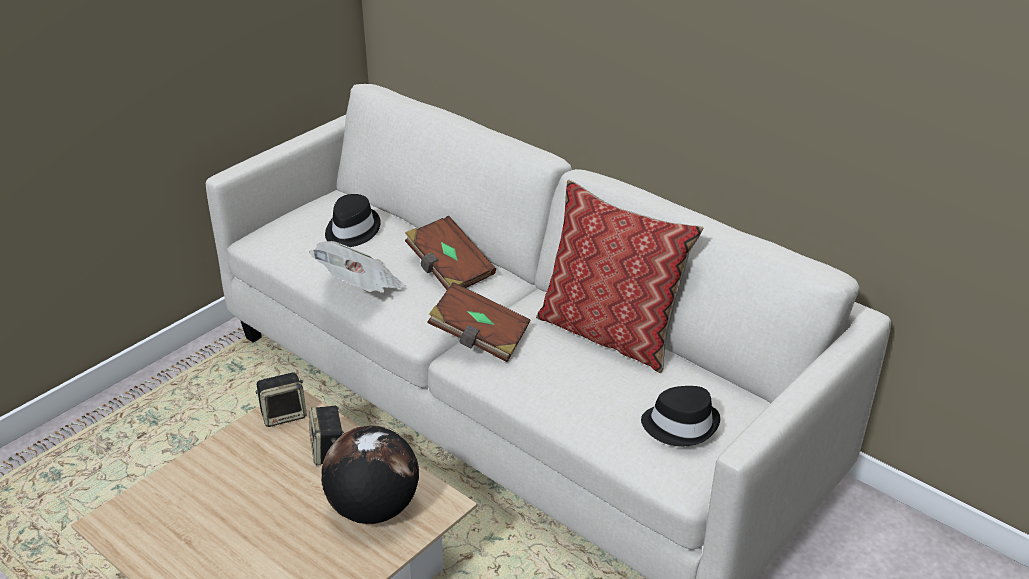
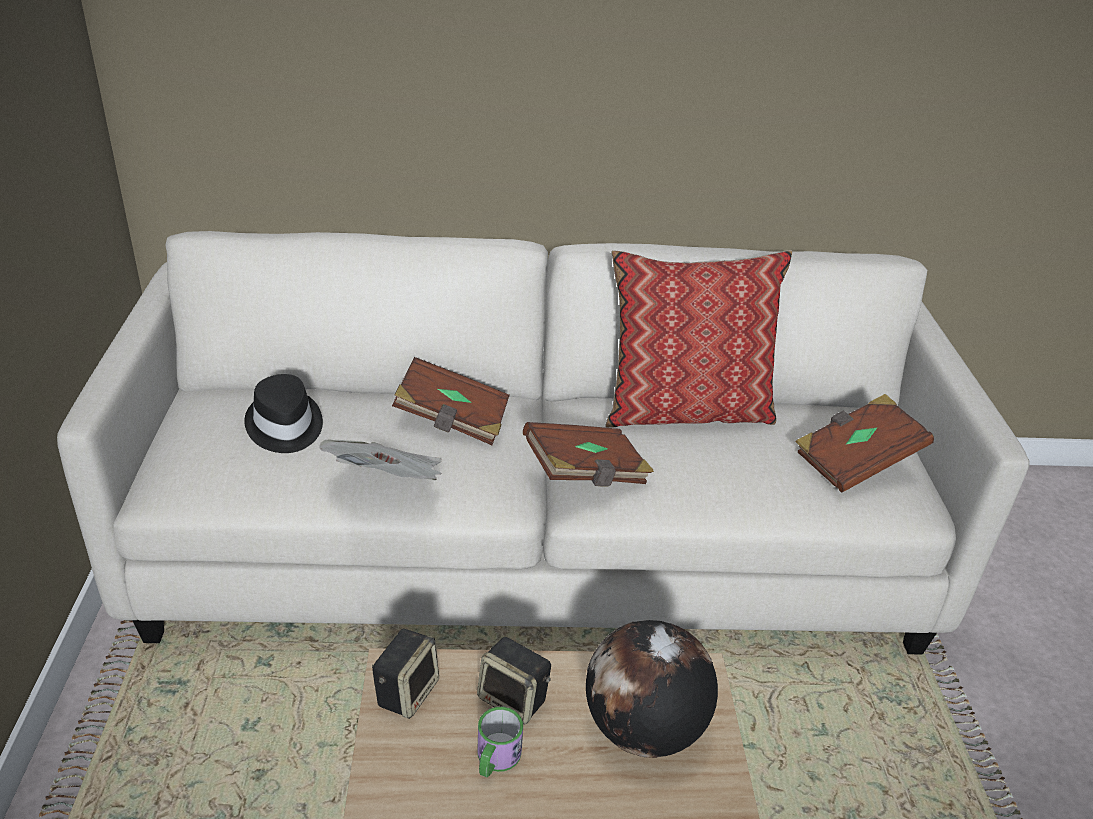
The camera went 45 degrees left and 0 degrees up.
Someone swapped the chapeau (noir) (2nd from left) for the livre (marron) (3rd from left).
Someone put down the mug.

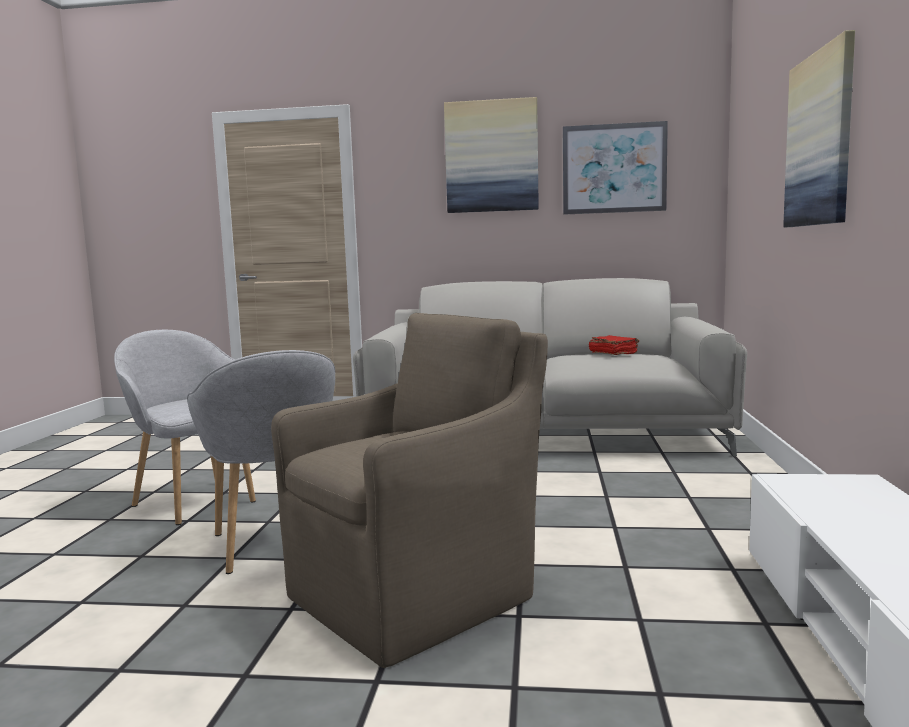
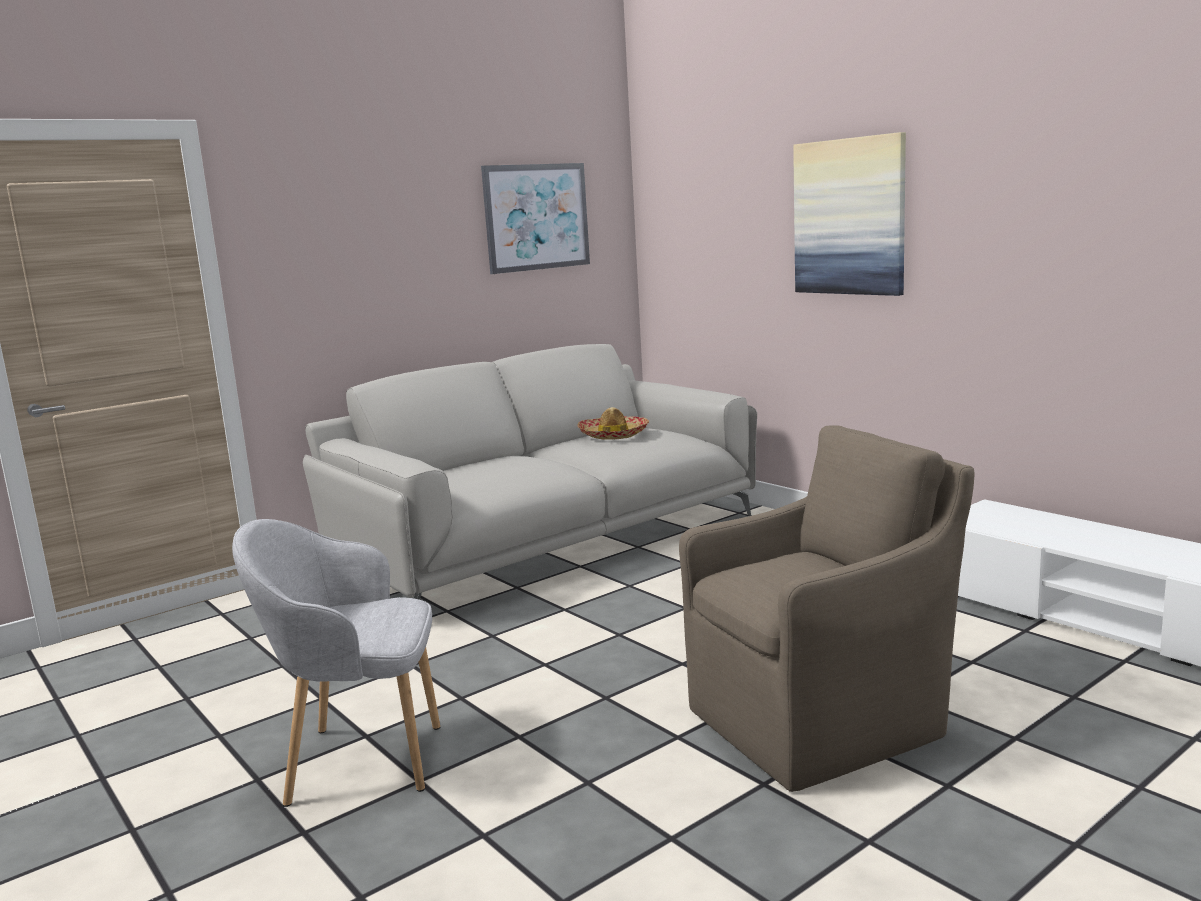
The camera went 45 degrees left and 5 degrees up.
Someone took away the fauteuil (gris) (2nd from left).
Someone rotated the fauteuil (marron) by 60 degrees clockwise.
Someone took away the tableau (1st from left).
Someone swapped the livre (rouge) for the chapeau.

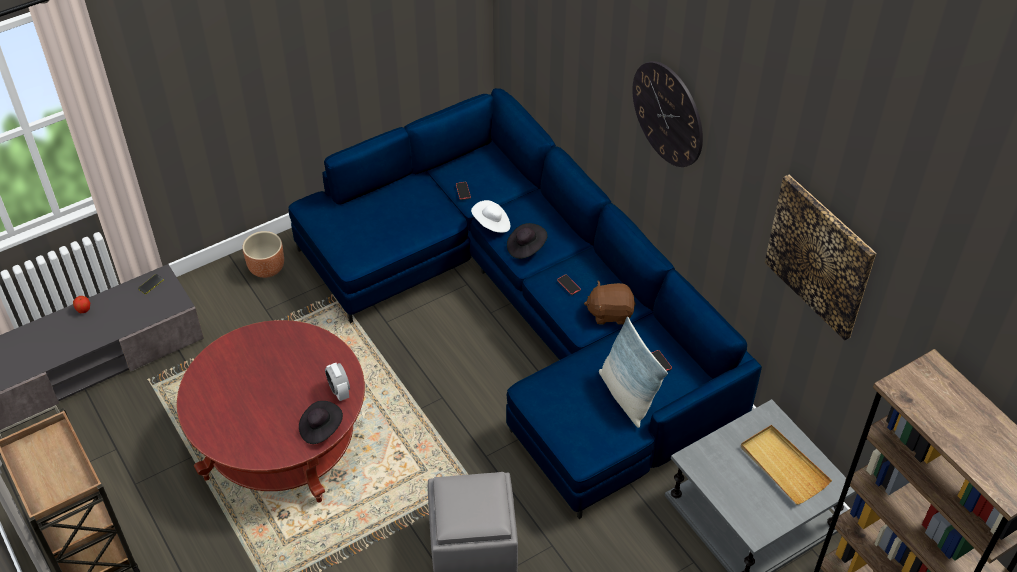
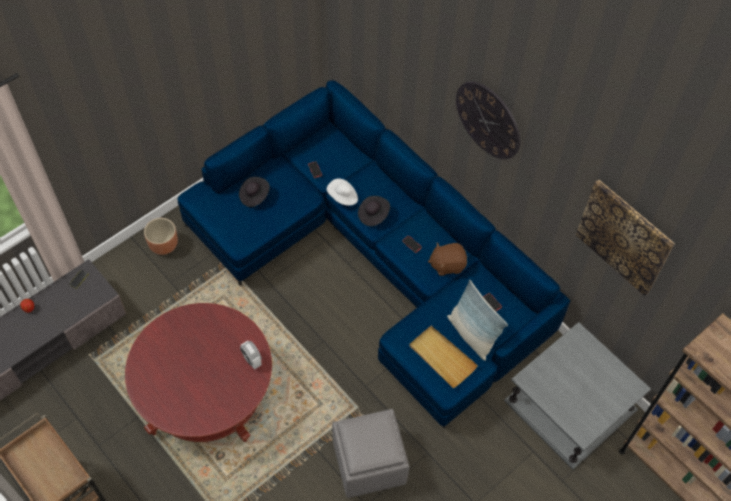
The camera went 10 degrees left and 10 degrees up.
Someone carried the chapeau (noir) (1st from left).
Someone carried the plateau (beige).

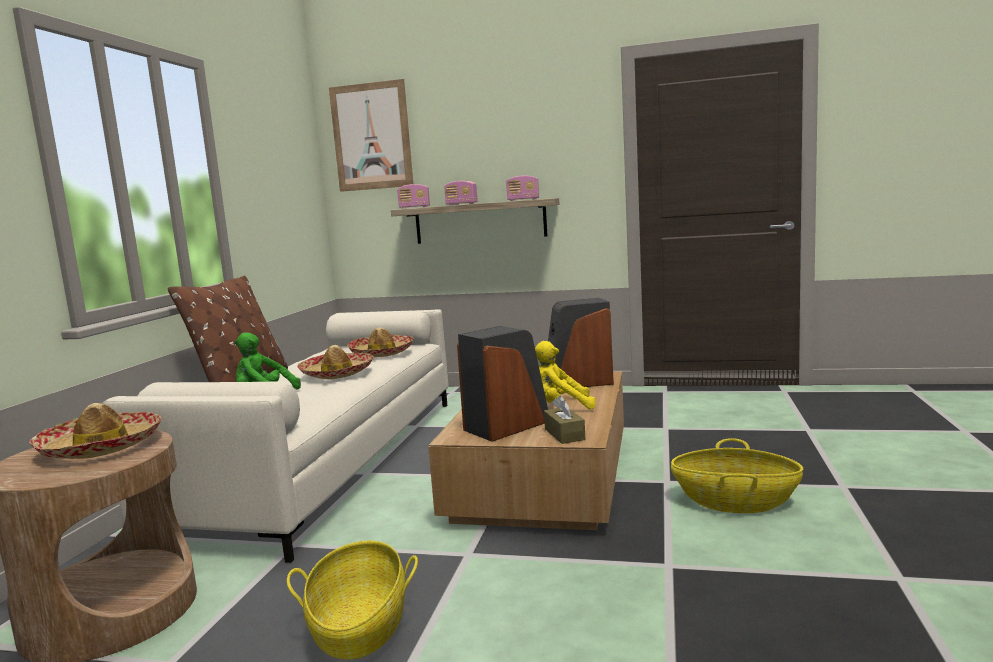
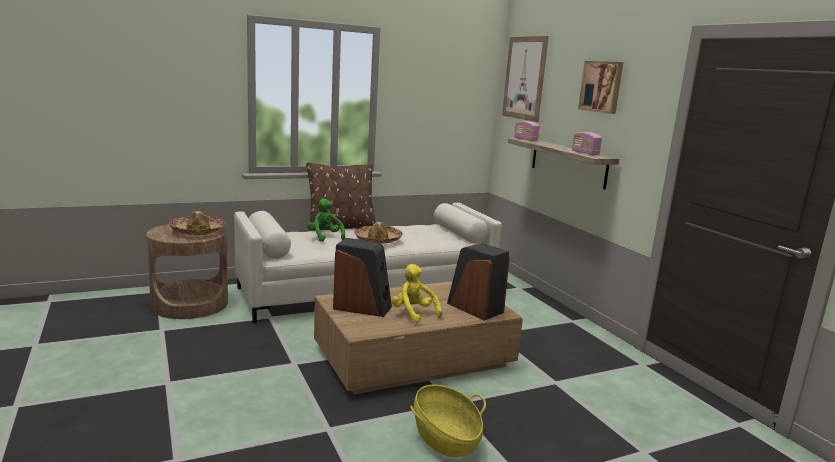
The camera went 50 degrees right and 5 degrees up.
Someone took away the panier (1st from left).
Someone took away the chapeau (3rd from left).
Someone took away the radio (2nd from left).
Someone took away the boîte à mouchoirs (marron).
Someone put up the tableau (2nd from left).

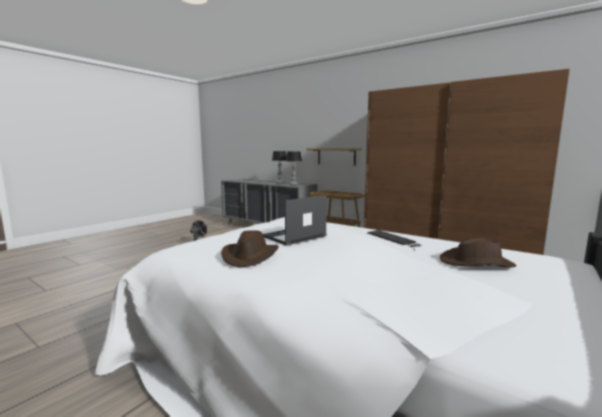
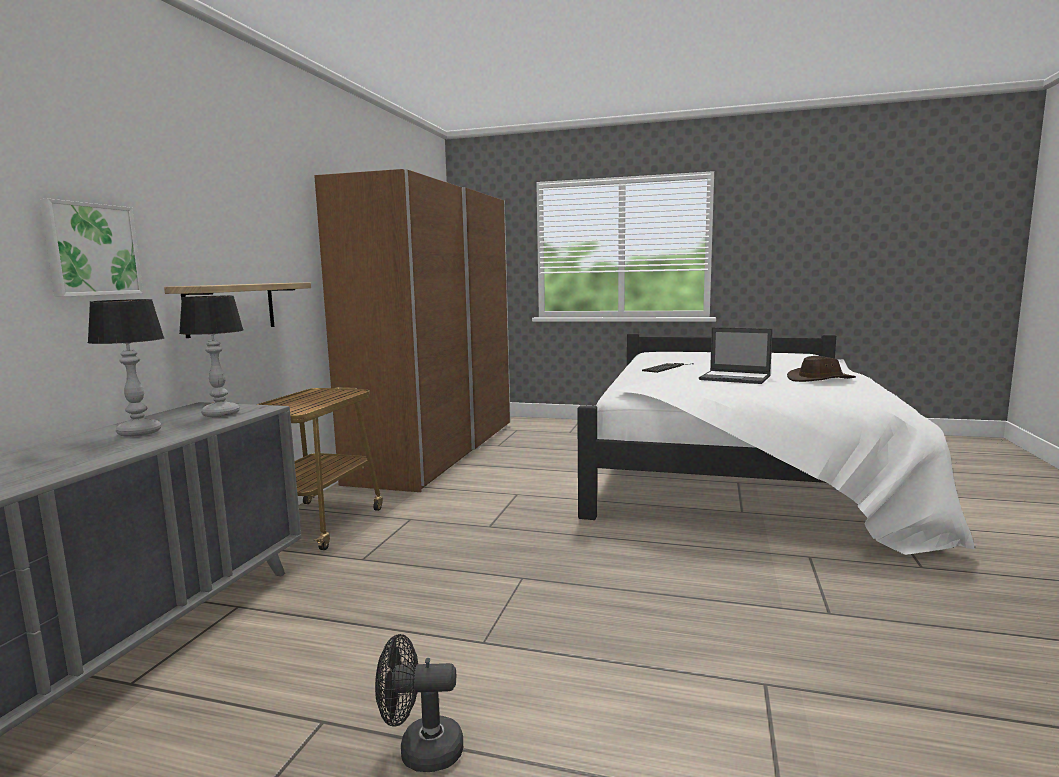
The camera went 110 degrees left and 0 degrees up.
Someone took away the chapeau (marron) (2nd from left).
Someone put up the tableau.

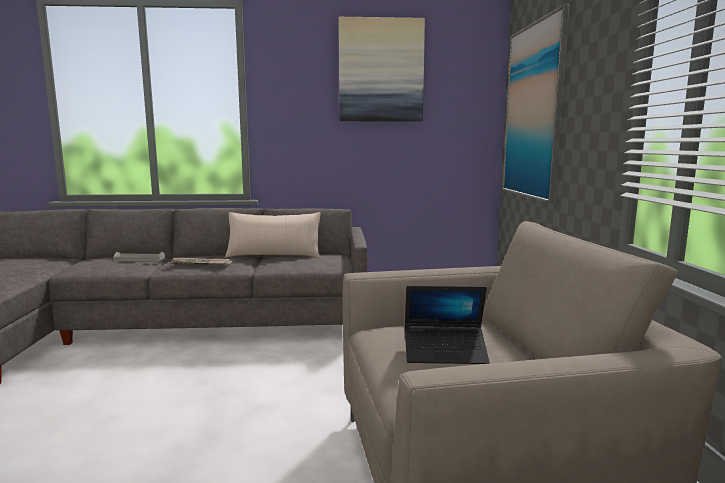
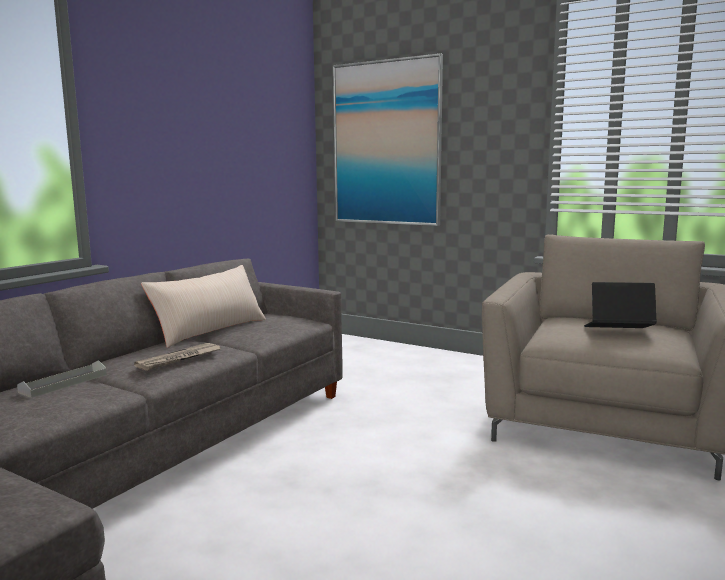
The camera went 55 degrees left and 0 degrees up.
Someone took away the tableau (1st from left).
Someone rotated the ordinateur portable by 120 degrees counterclockwise.

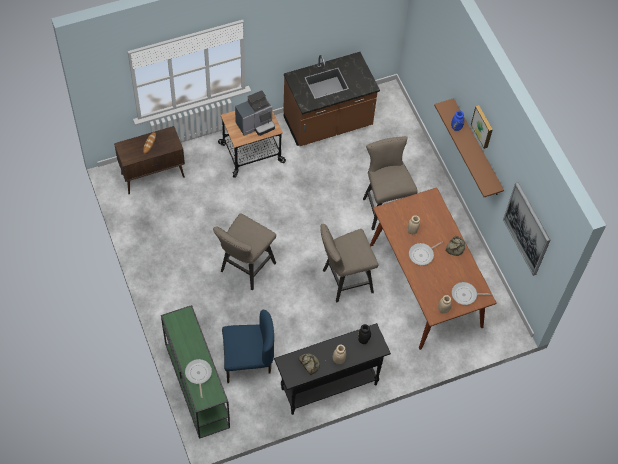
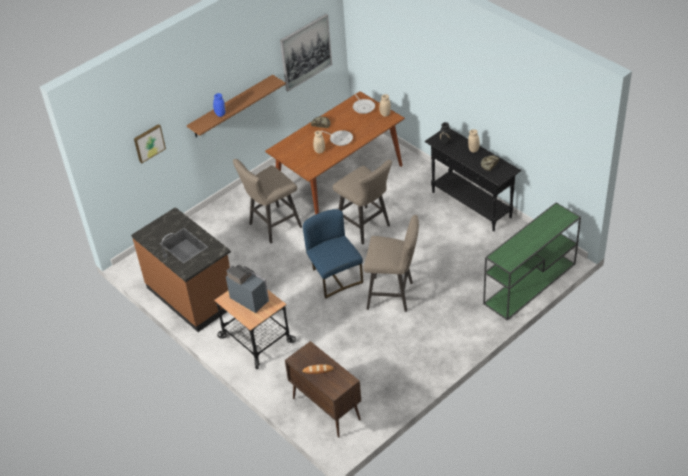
The camera went 105 degrees left and 15 degrees down.
Someone took away the poêle (1st from left).
Someone carried the chaise (bleu).
Someone carried the tableau (1st from left).

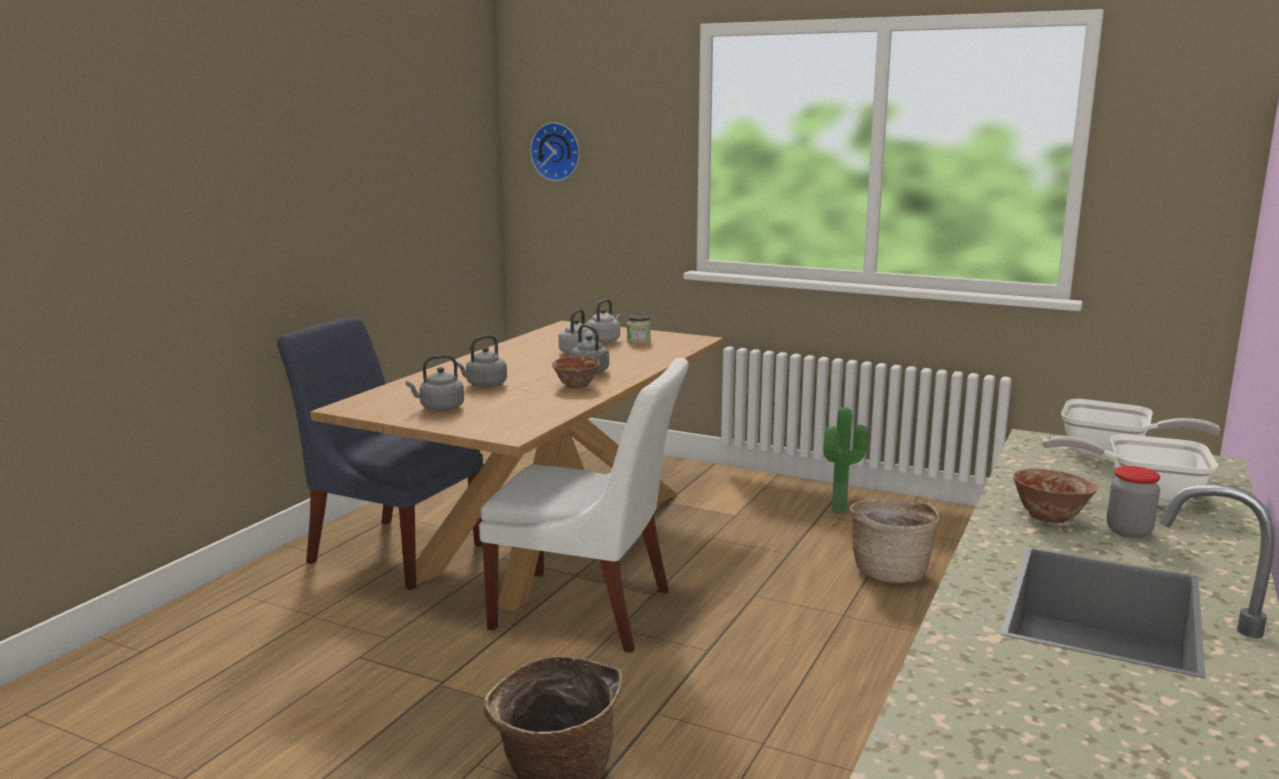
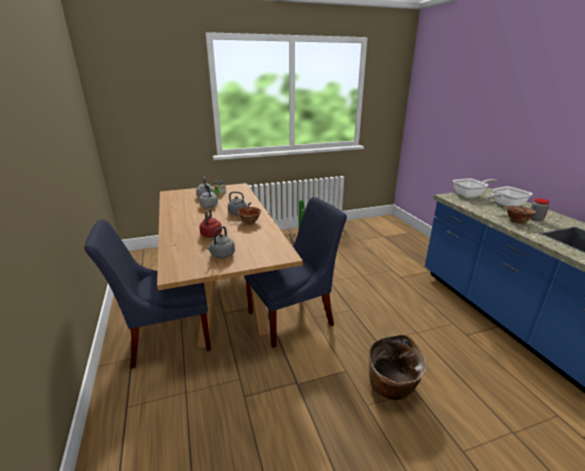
The camera went 45 degrees left and 10 degrees up.
Someone repainted the bouilloire (gris) (2nd from left), which became the bouilloire (rouge).
Someone repainted the chaise (blanc), which became the chaise (bleu) (2nd from left).
Someone took away the horloge murale.
Someone took away the panier (2nd from left).

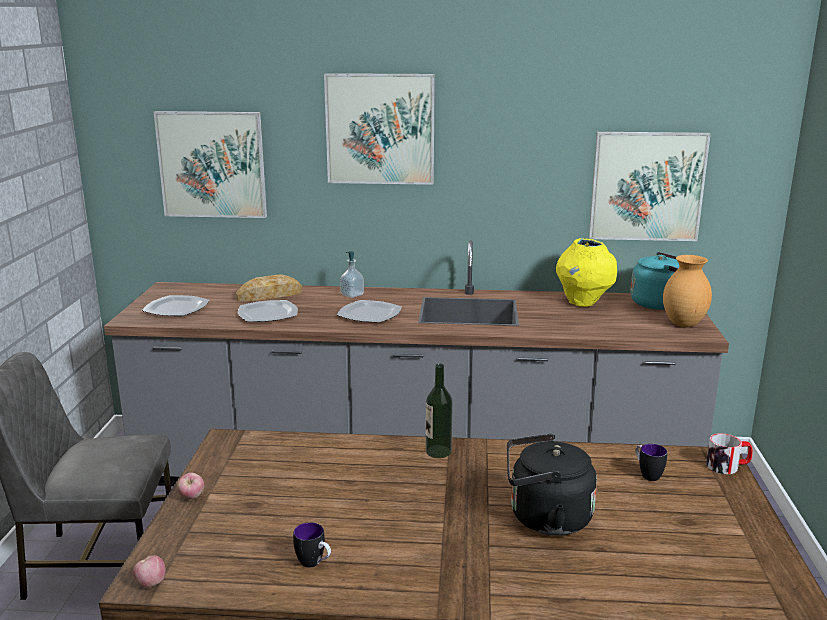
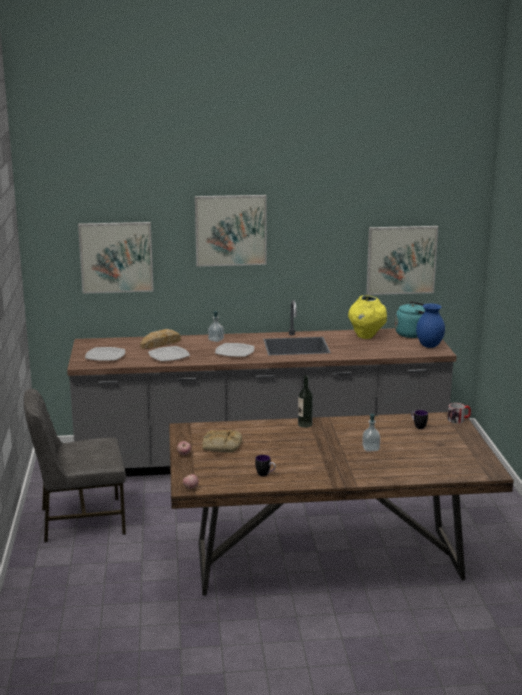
The camera went 10 degrees left and 0 degrees up.
Someone swapped the bouilloire (noir) for the distributeur de savon (2nd from left).
Someone repainted the vase (marron), which became the vase (bleu).
Someone put down the pain (2nd from left).

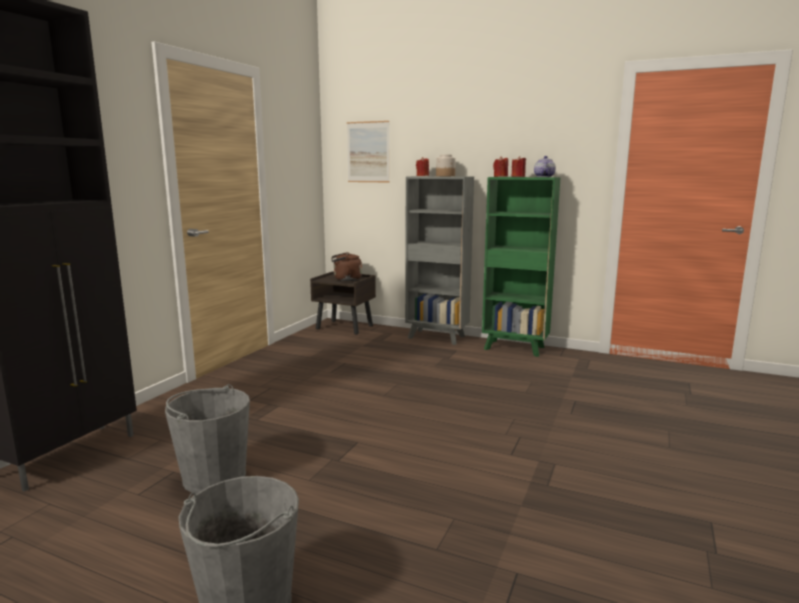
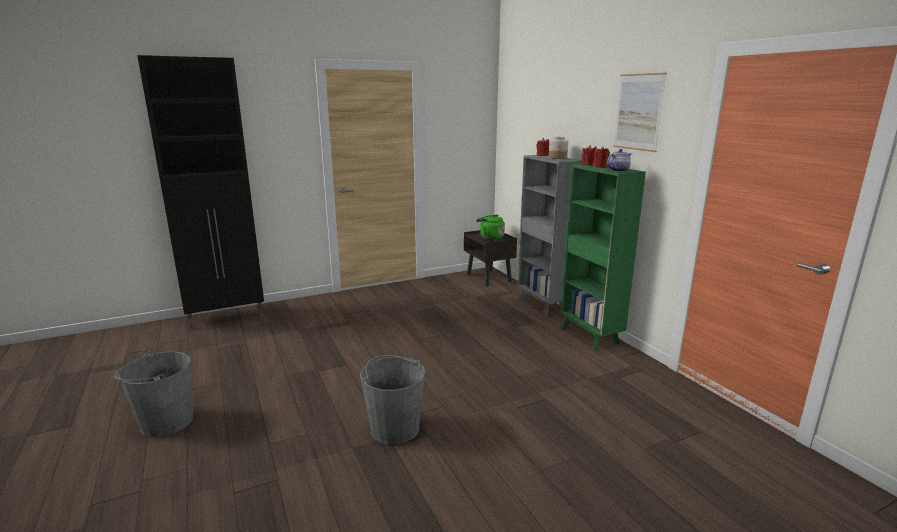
The camera went 40 degrees right and 5 degrees up.
Someone carried the seau (gris) (1st from left in the first image).
Someone repainted the bouilloire (marron), which became the bouilloire (vert).
Someone carried the tableau.

